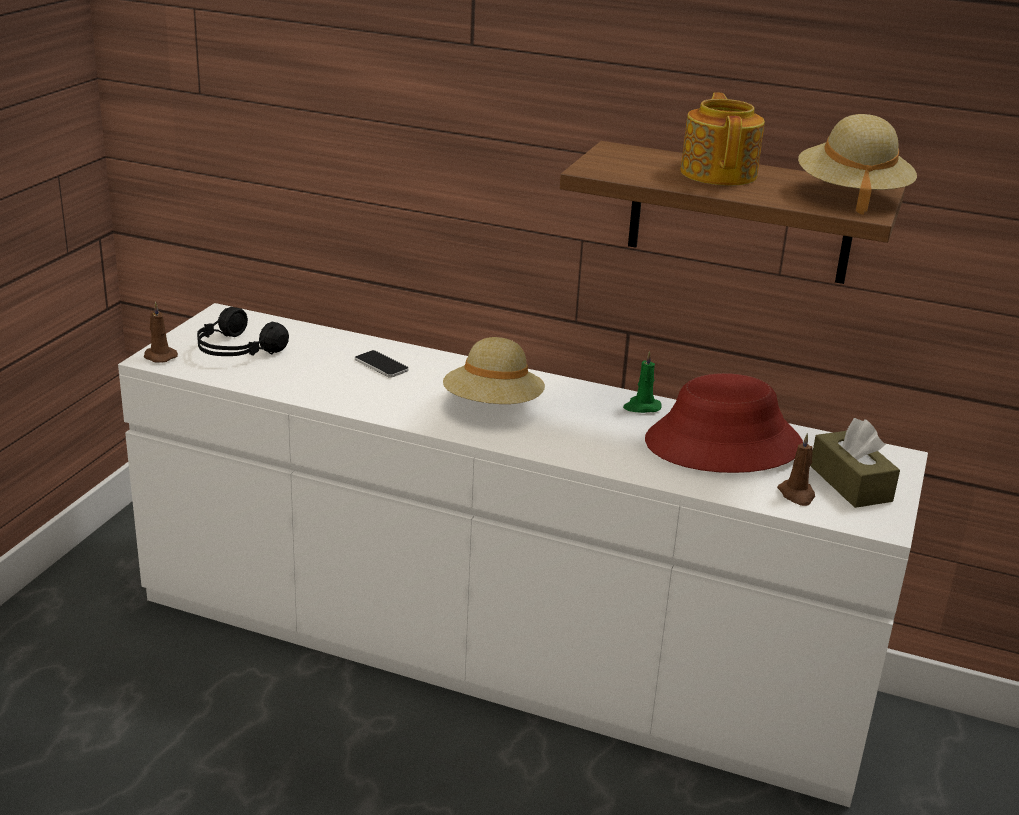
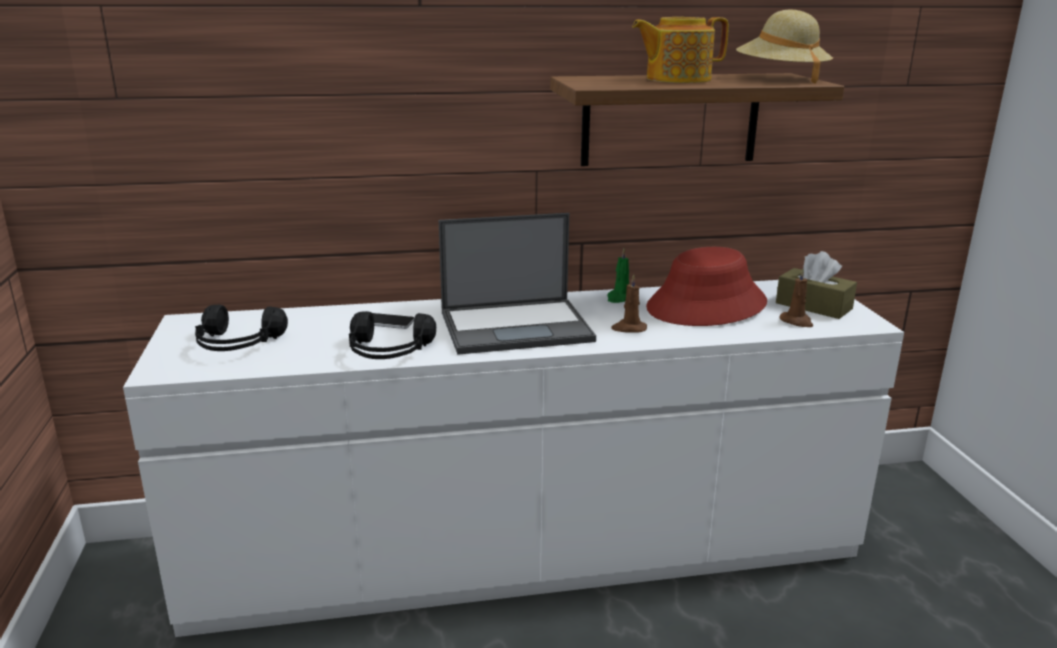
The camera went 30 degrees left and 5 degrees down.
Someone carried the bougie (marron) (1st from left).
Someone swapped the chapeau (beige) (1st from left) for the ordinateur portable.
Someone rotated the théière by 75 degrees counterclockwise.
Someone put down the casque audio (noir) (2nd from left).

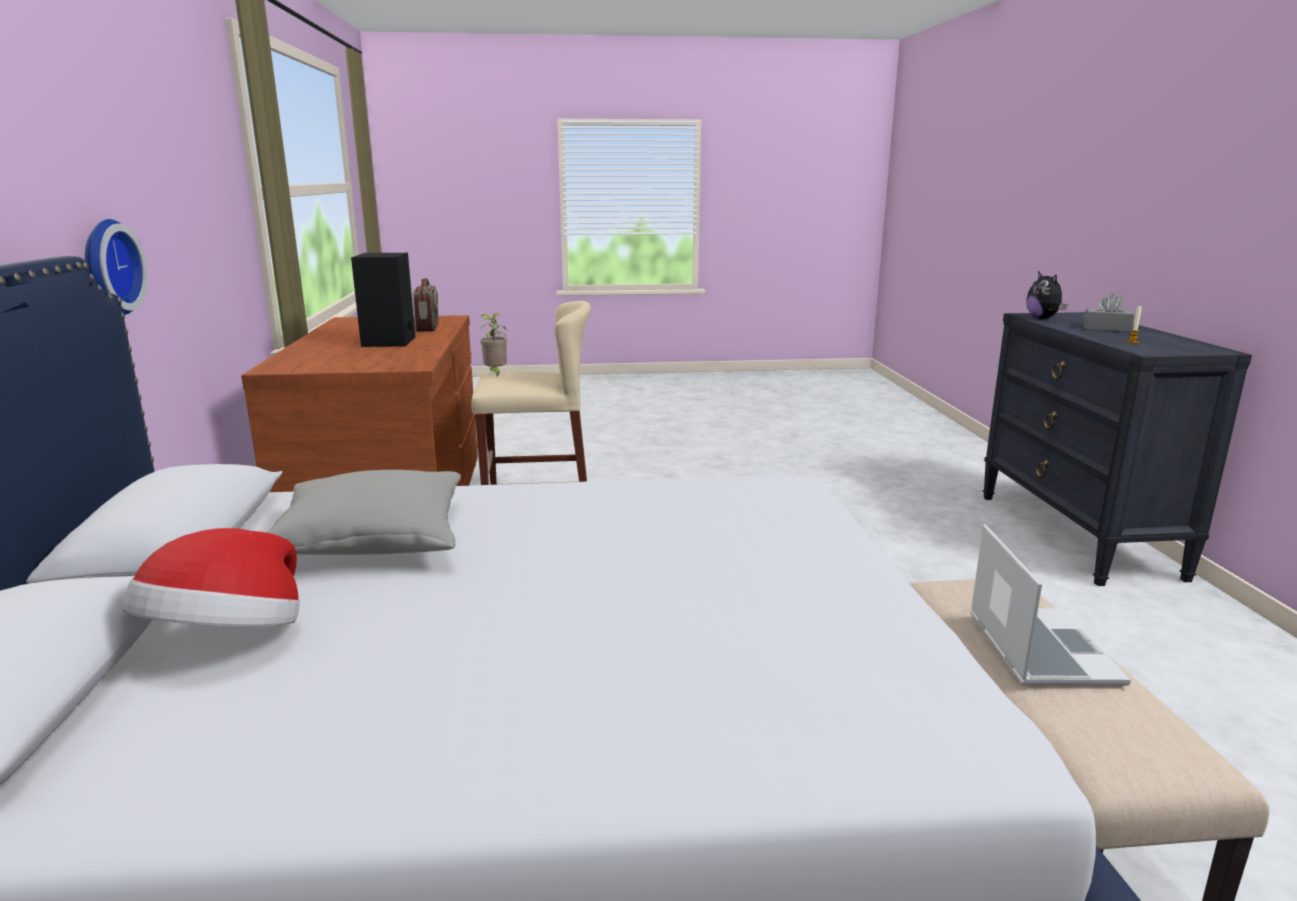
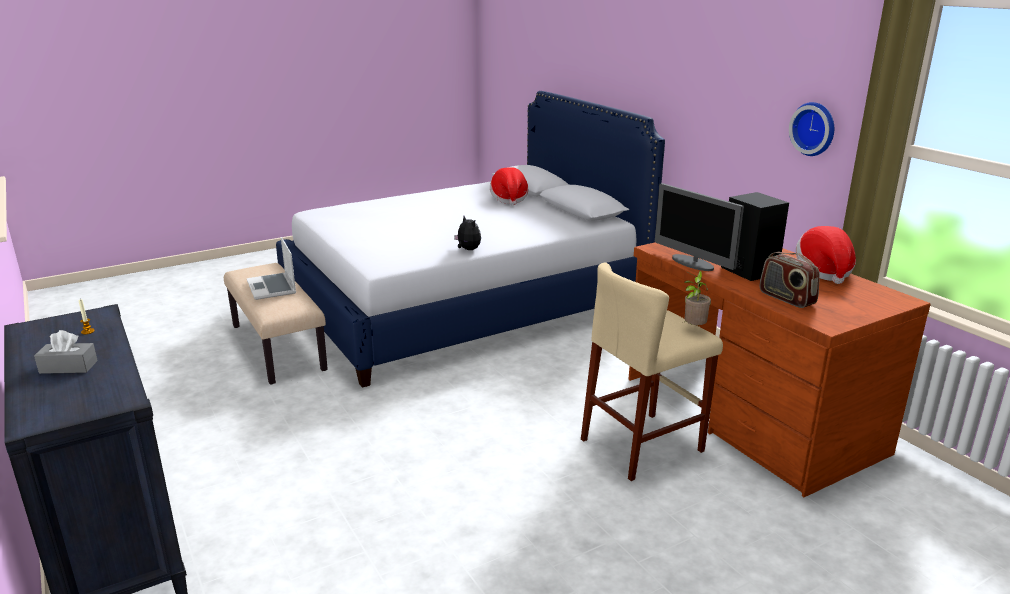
The camera went 155 degrees right and 5 degrees up.
Someone carried the horloge murale.
Someone took away the coussin (gris).
Someone carried the peluche.
Someone put down the écran d'ordinateur.
Someone put down the chapeau (2nd from left).

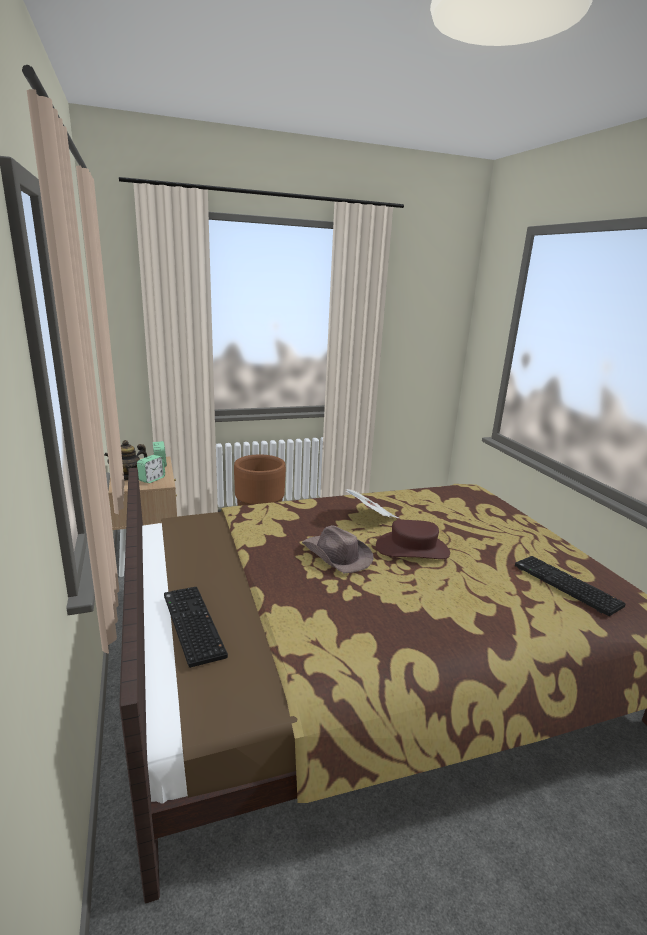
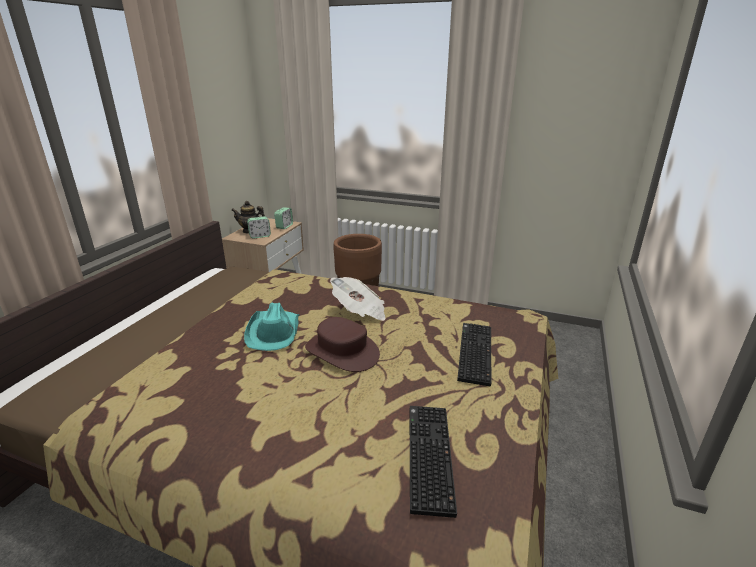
The camera went 40 degrees right and 5 degrees up.
Someone carried the clavier (1st from left in the first image).
Someone repainted the chapeau (marron) (1st from left), which became the chapeau (turquoise).

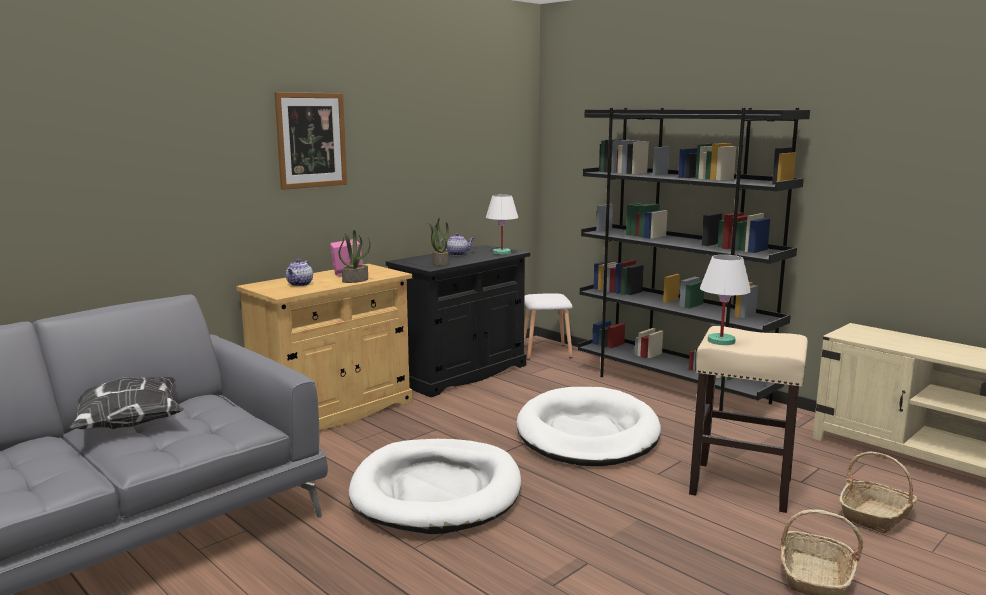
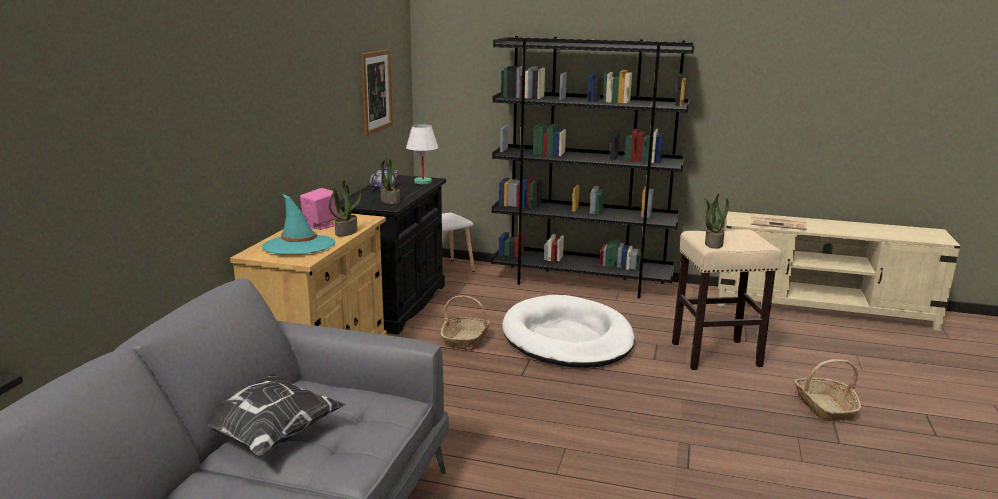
The camera went 30 degrees left and 5 degrees up.
Someone carried the tableau.
Someone swapped the théière (1st from left) for the chapeau (turquoise).
Someone took away the panier pour chien (blanc) (1st from left).
Someone swapped the lampe de table (blanc) (2nd from left) for the plante en pot (3rd from left).
Someone carried the panier (2nd from left in the first image).
Someone put down the journal.

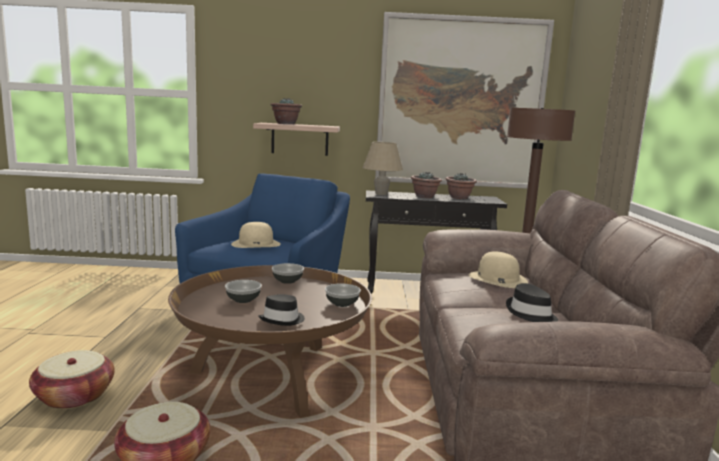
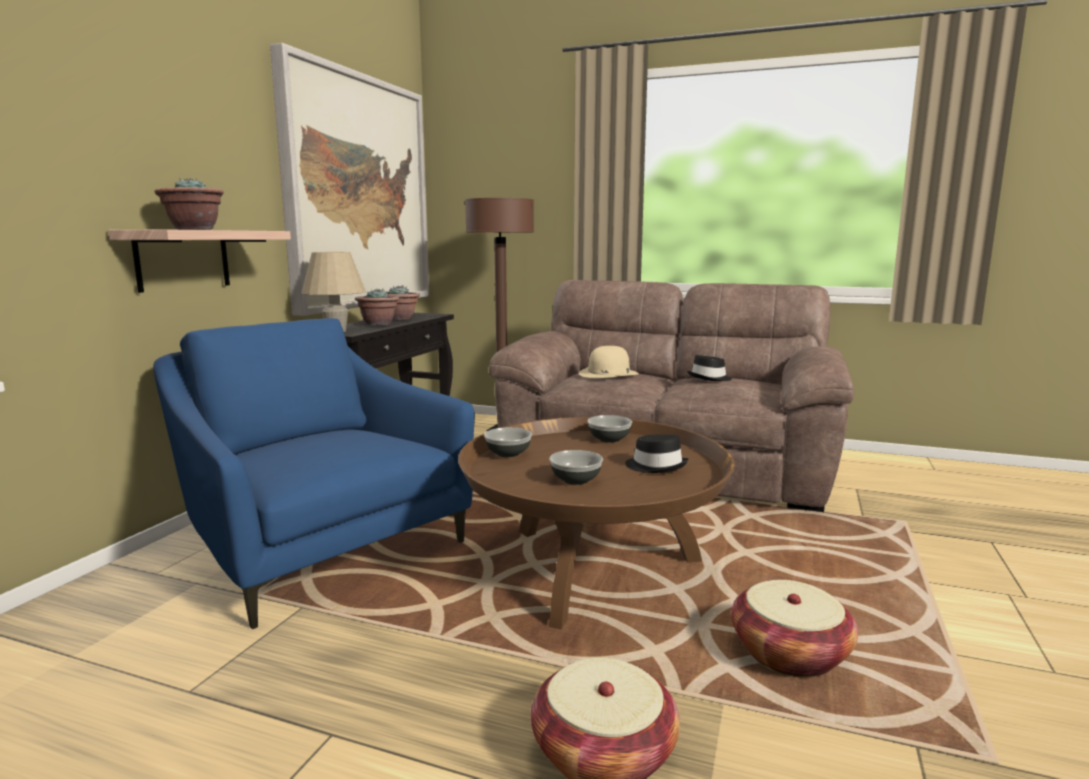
The camera went 70 degrees left and 0 degrees up.
Someone took away the chapeau (beige) (1st from left).

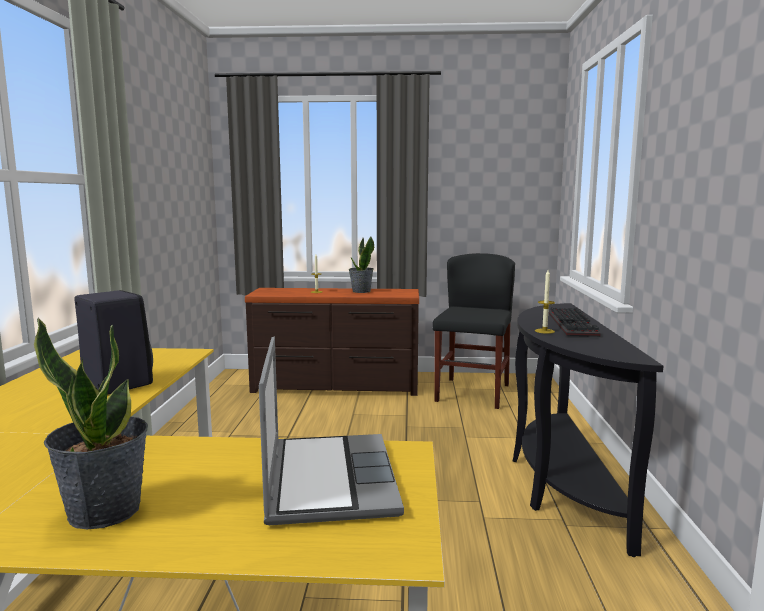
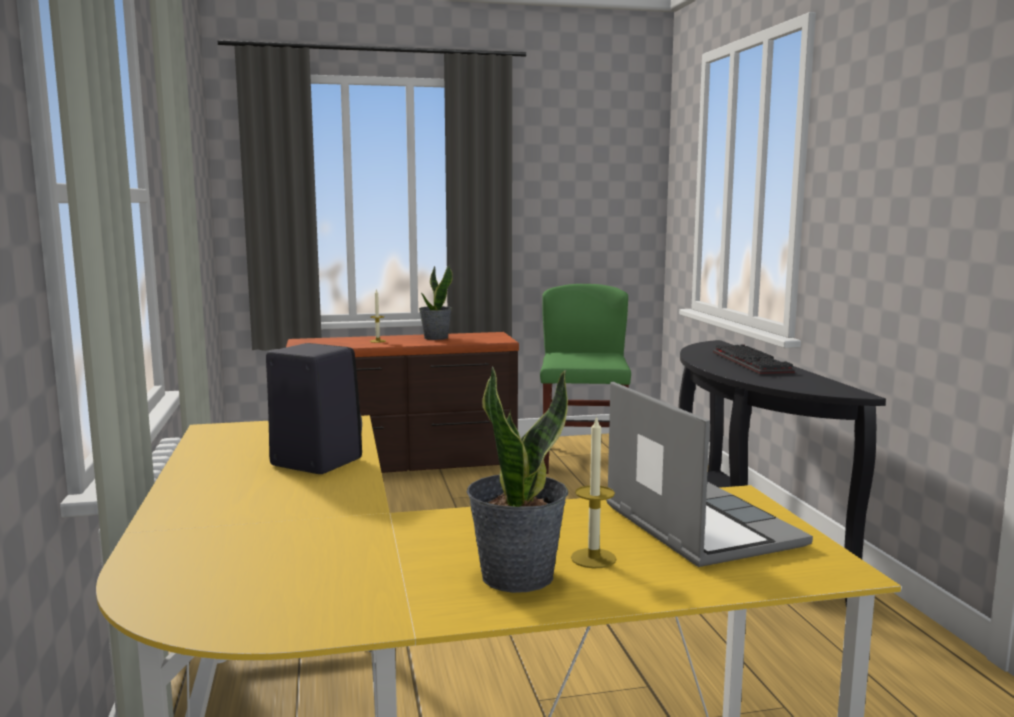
The camera went 15 degrees left and 0 degrees up.
Someone repainted the chaise (noir), which became the chaise (vert).
Someone carried the bougie (2nd from left).

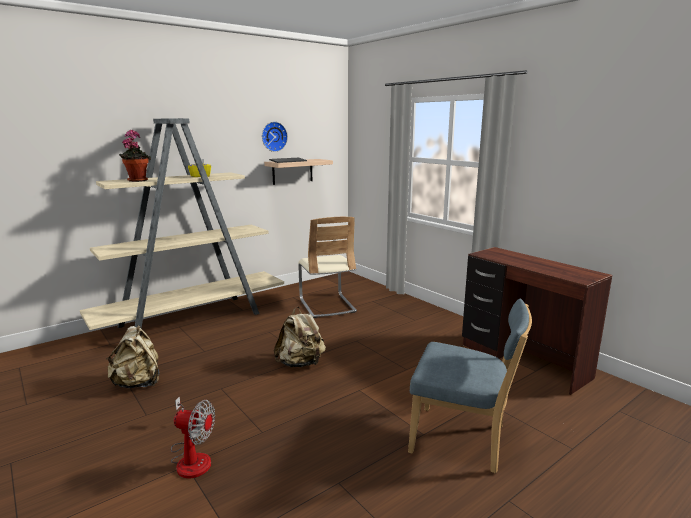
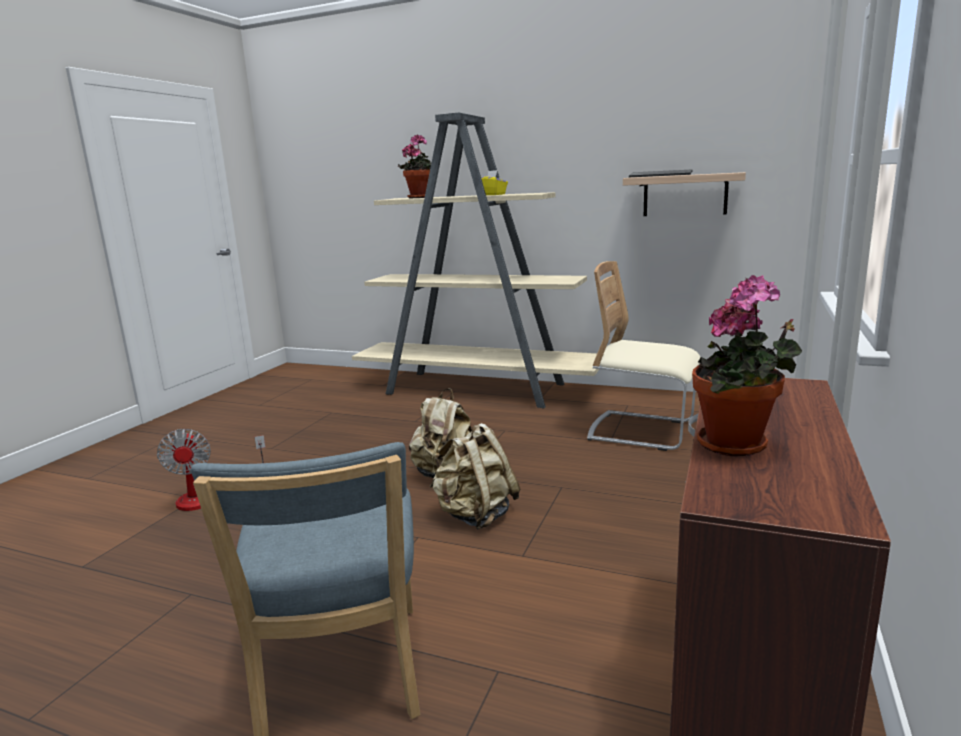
The camera went 60 degrees right and 0 degrees up.
Someone carried the sac à dos (beige) (1st from left in the first image).
Someone took away the horloge murale.
Someone rotated the chaise (beige) by 75 degrees clockwise.
Someone put down the plante en pot (2nd from left).

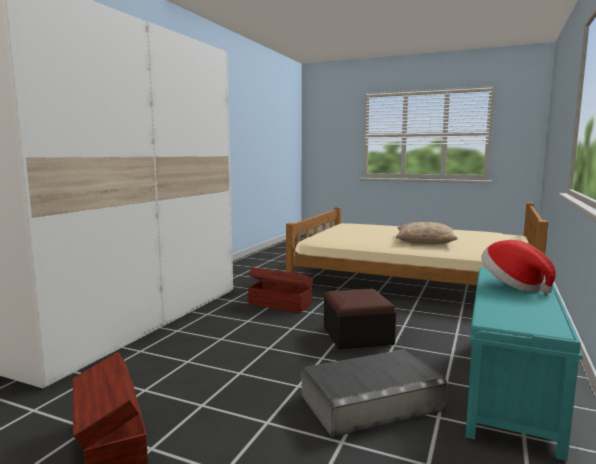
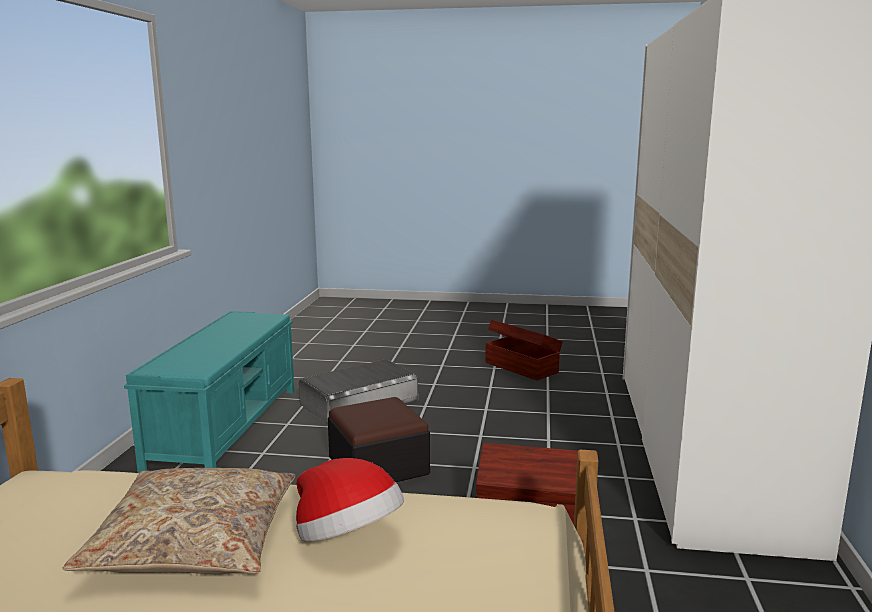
The camera went 165 degrees right and 5 degrees up.
Someone carried the chapeau.

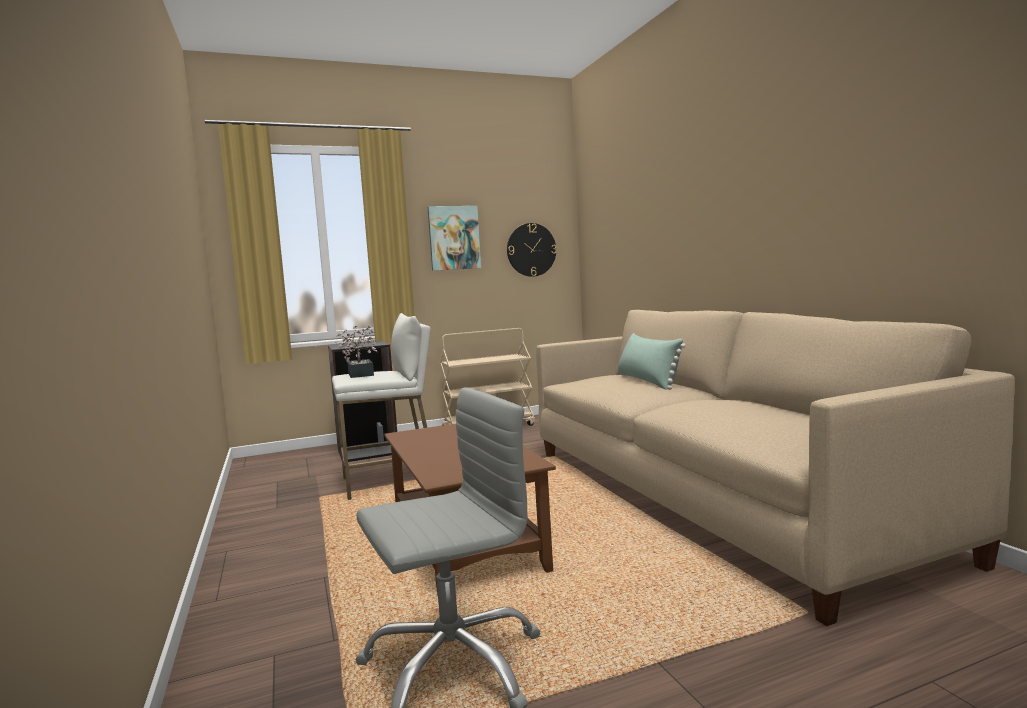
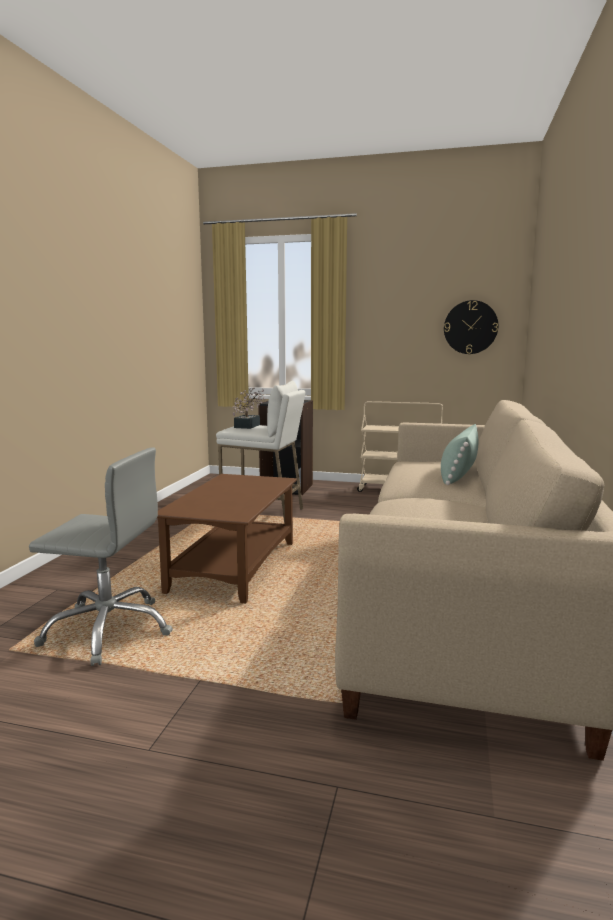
The camera went 35 degrees right and 5 degrees up.
Someone took away the tableau.

